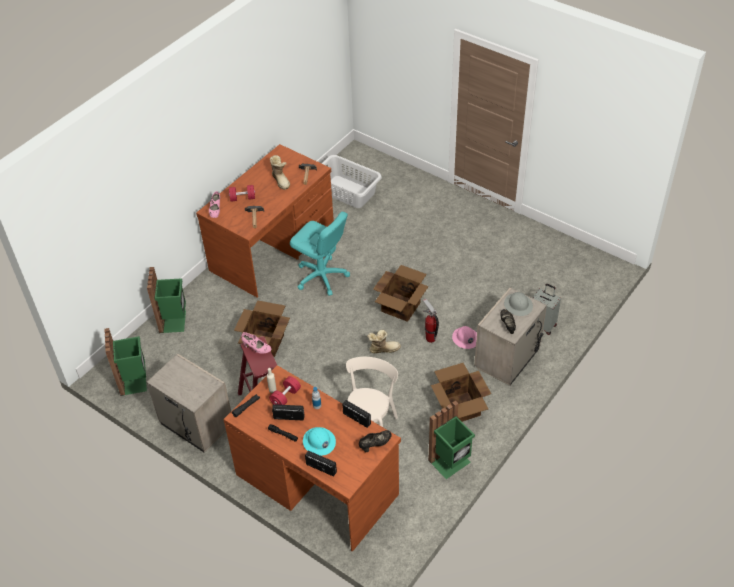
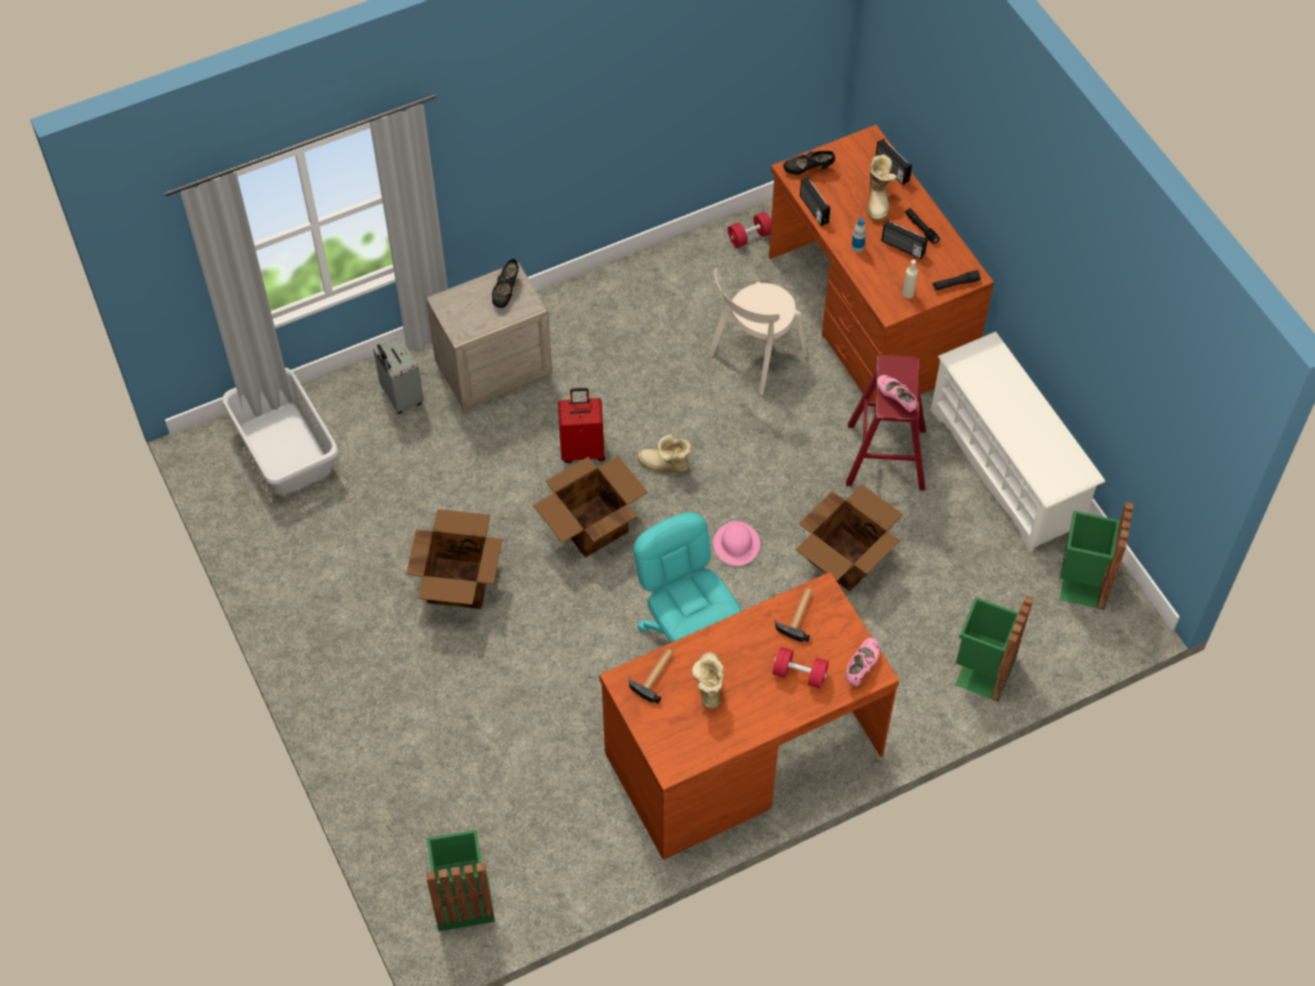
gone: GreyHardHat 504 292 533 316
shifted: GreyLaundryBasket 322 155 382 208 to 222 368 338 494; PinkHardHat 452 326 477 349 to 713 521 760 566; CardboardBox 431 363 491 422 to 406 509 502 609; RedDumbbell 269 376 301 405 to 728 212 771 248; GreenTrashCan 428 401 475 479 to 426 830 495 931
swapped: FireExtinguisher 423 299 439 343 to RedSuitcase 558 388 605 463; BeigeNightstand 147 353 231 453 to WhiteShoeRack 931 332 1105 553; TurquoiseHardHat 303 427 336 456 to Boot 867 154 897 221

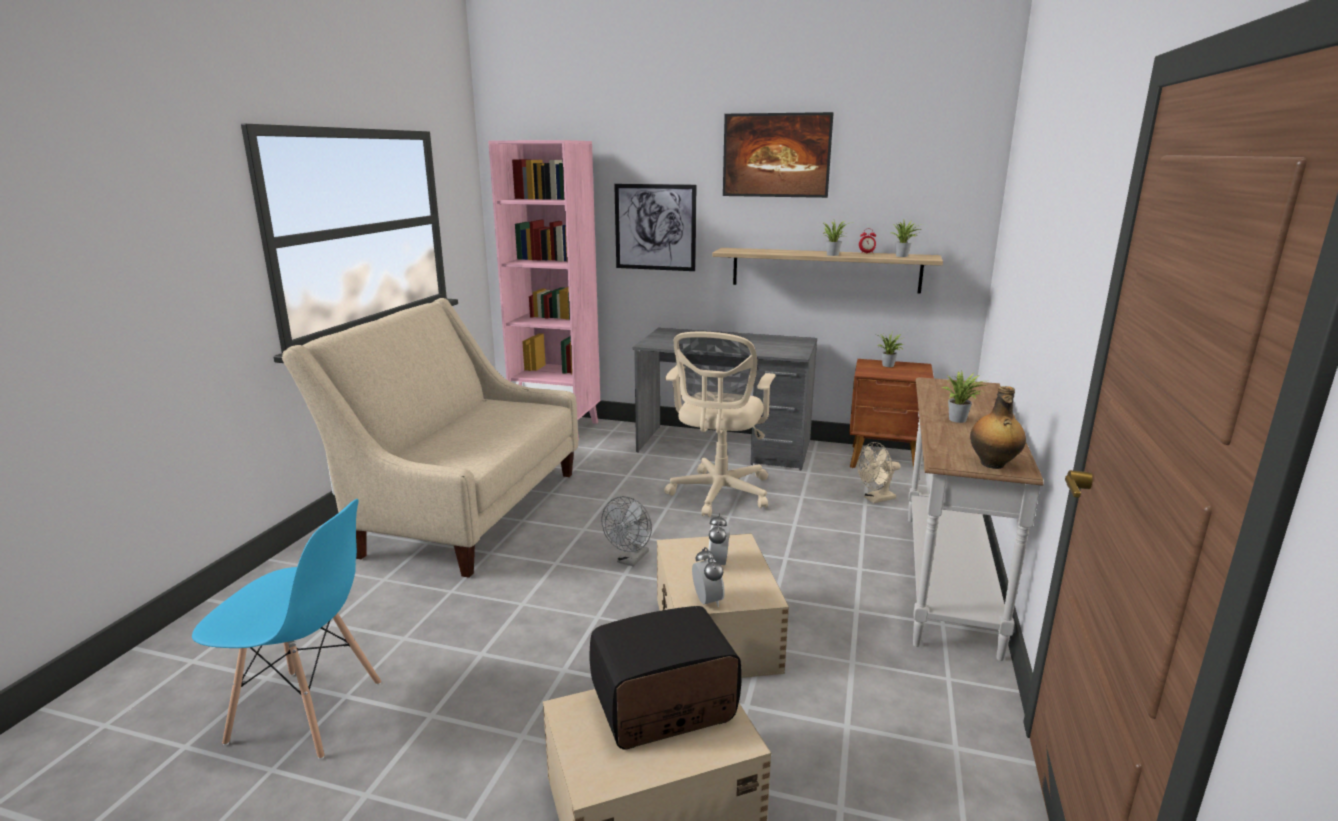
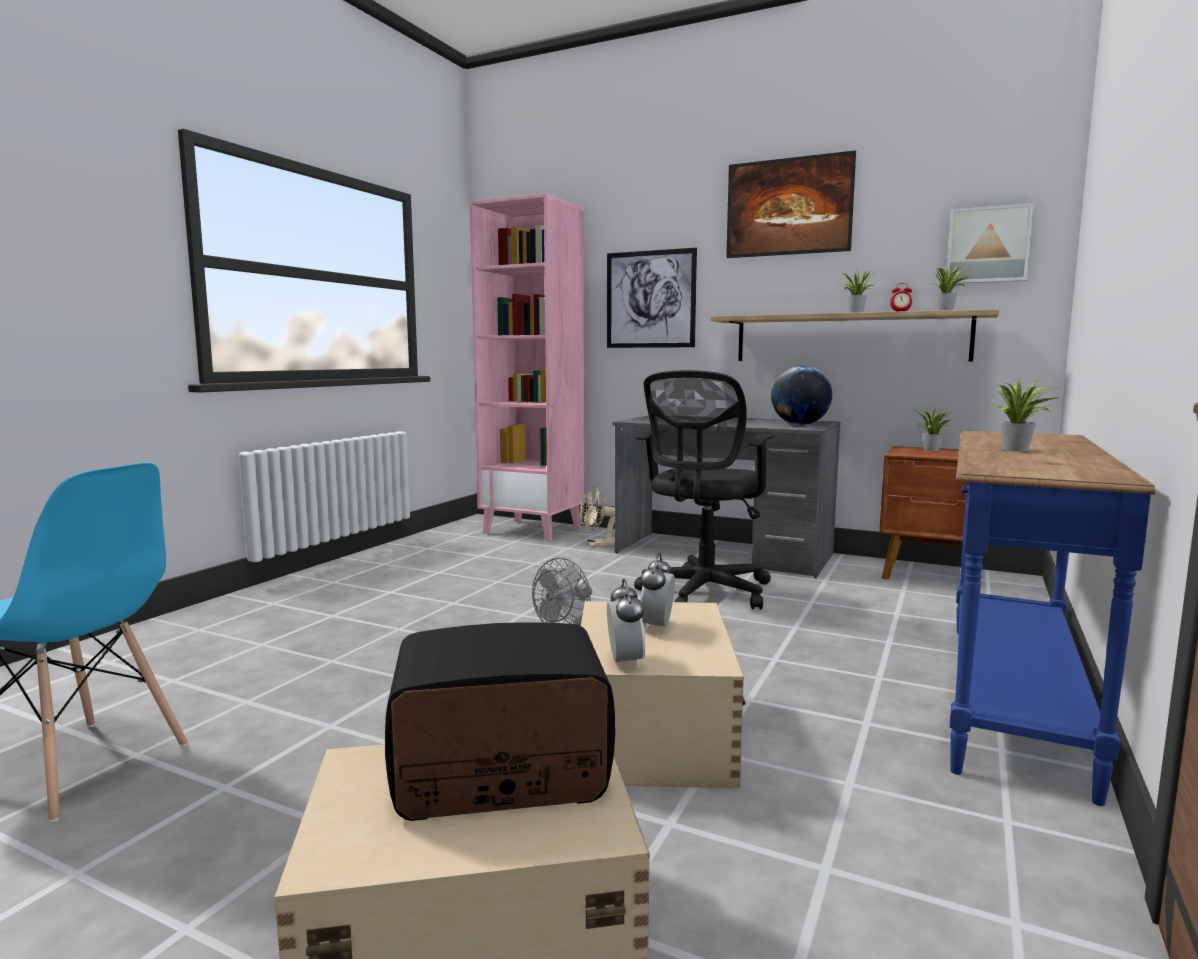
gone: BeigeSofa 282 298 578 578; Bottle 970 386 1026 469
new: Picture 947 203 1034 284; Globe 771 366 832 425
shifted: BeigeFan 857 442 901 503 to 580 486 615 547
repainted: BeigeOfficeChair 664 332 776 517 to BlackOfficeChair 634 370 774 609; WhiteConsoleTable 908 377 1044 661 to BlueConsoleTable 949 431 1155 806

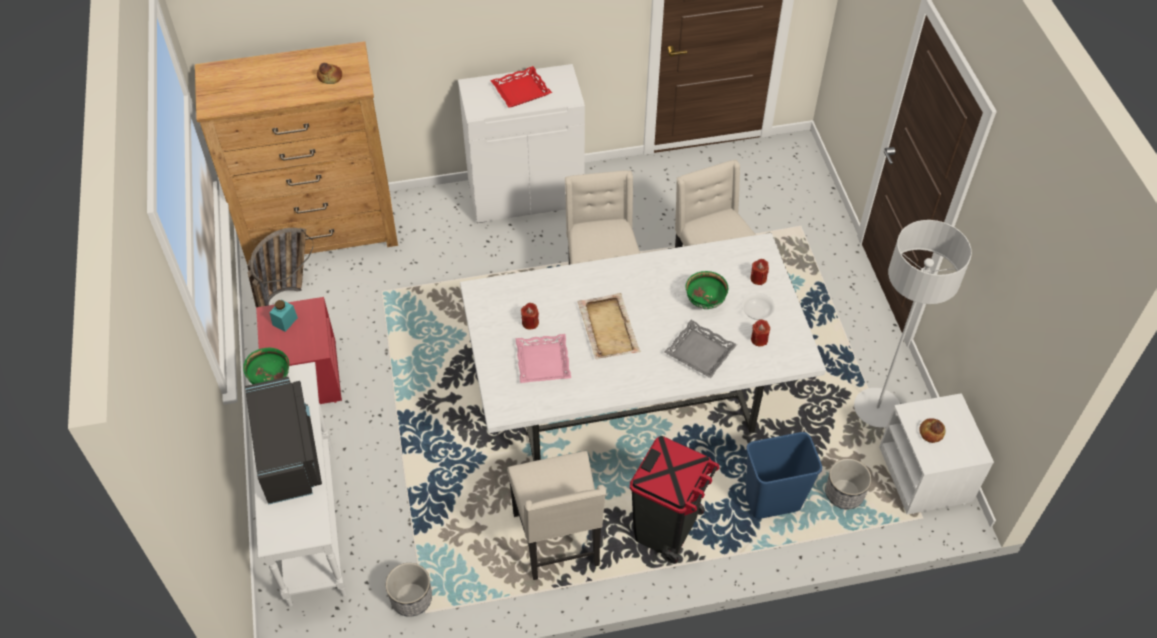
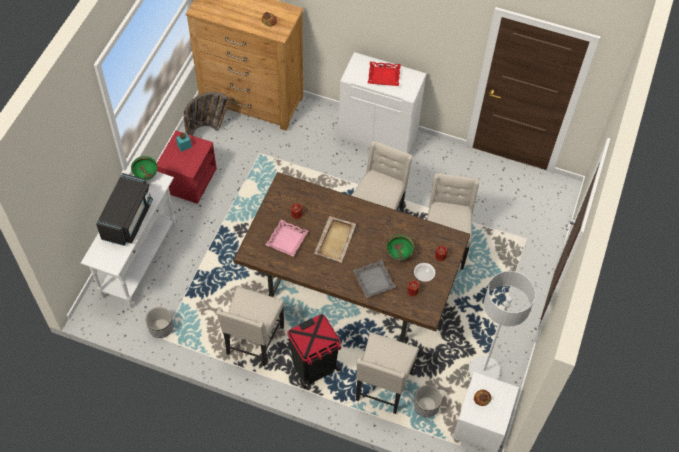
swapped: BlueTrashCan 745 432 822 519 to BeigeChair 356 332 419 414
repainted: WhiteDiningTable 460 233 826 461 to BrownDiningTable 234 172 470 342

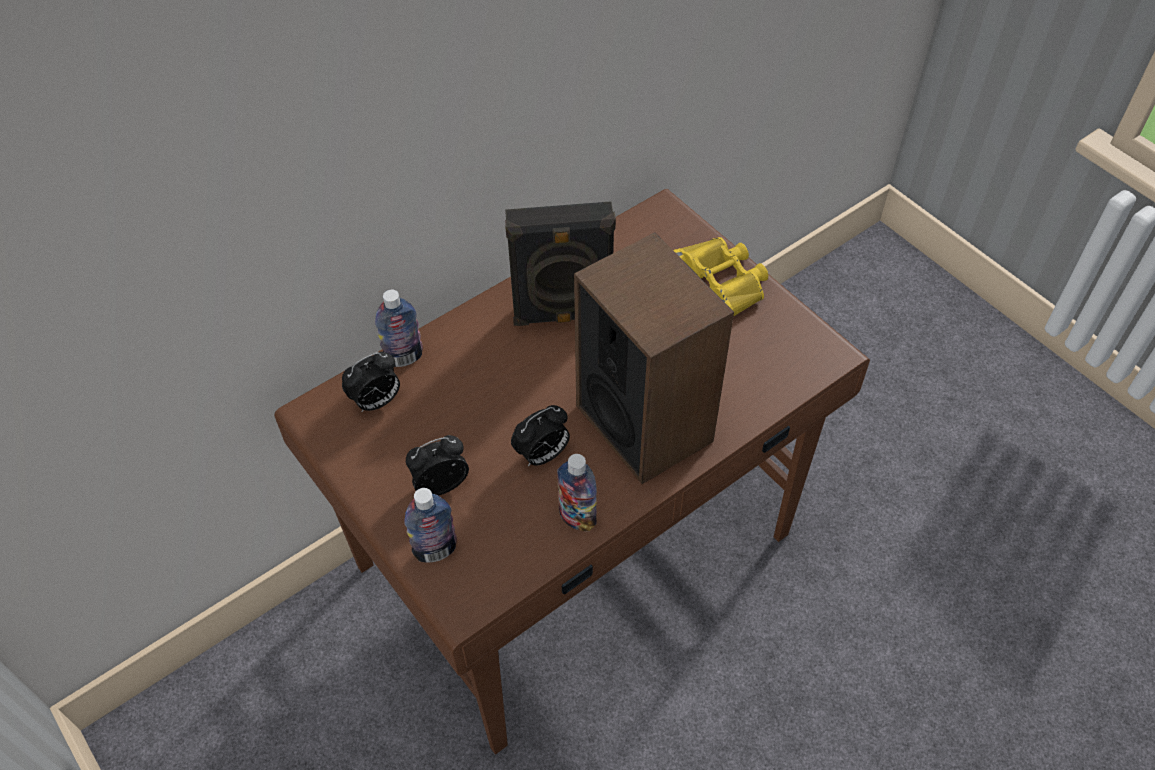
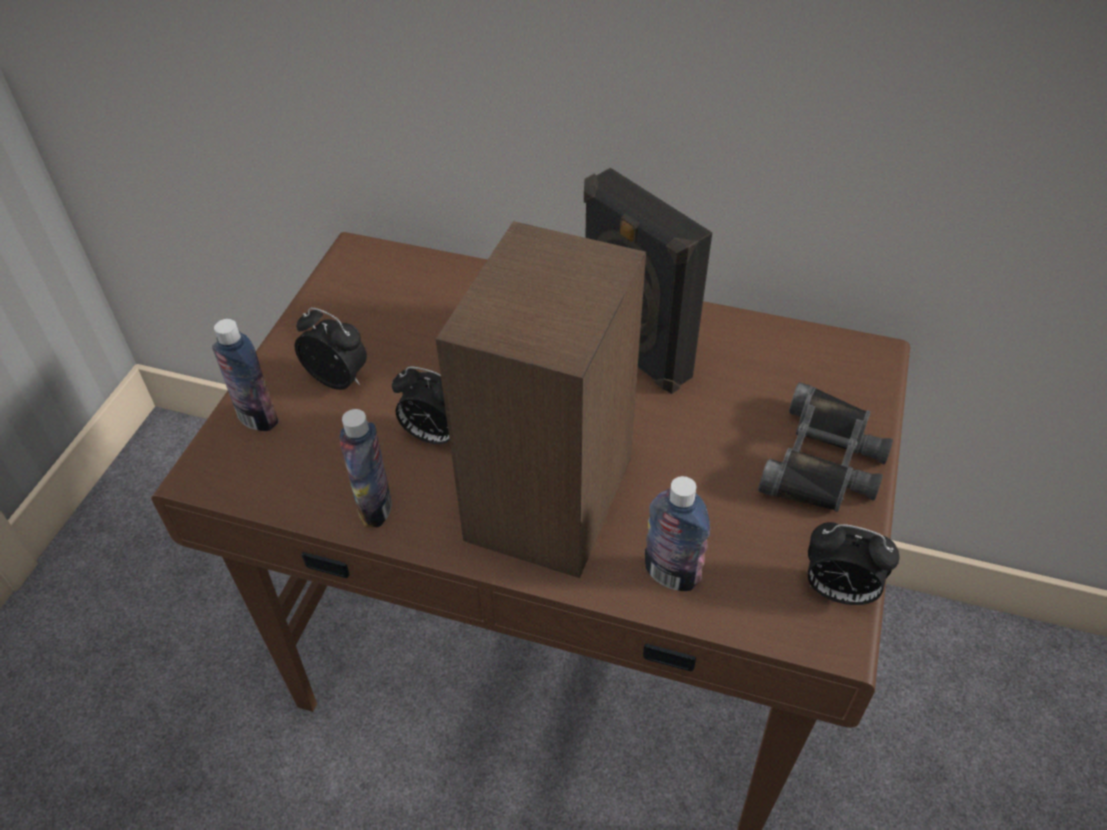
shifted: Bottle 375 290 423 367 to 645 476 710 591; AlarmClock 342 352 400 412 to 808 522 900 605
repainted: YellowBinoculars 673 237 768 317 to BlackBinoculars 758 382 893 512

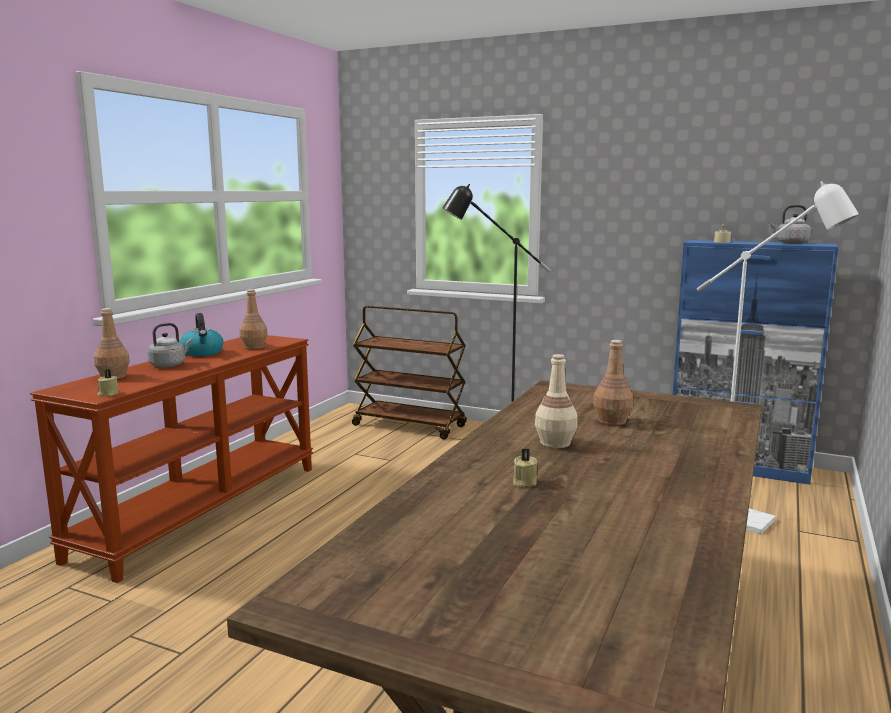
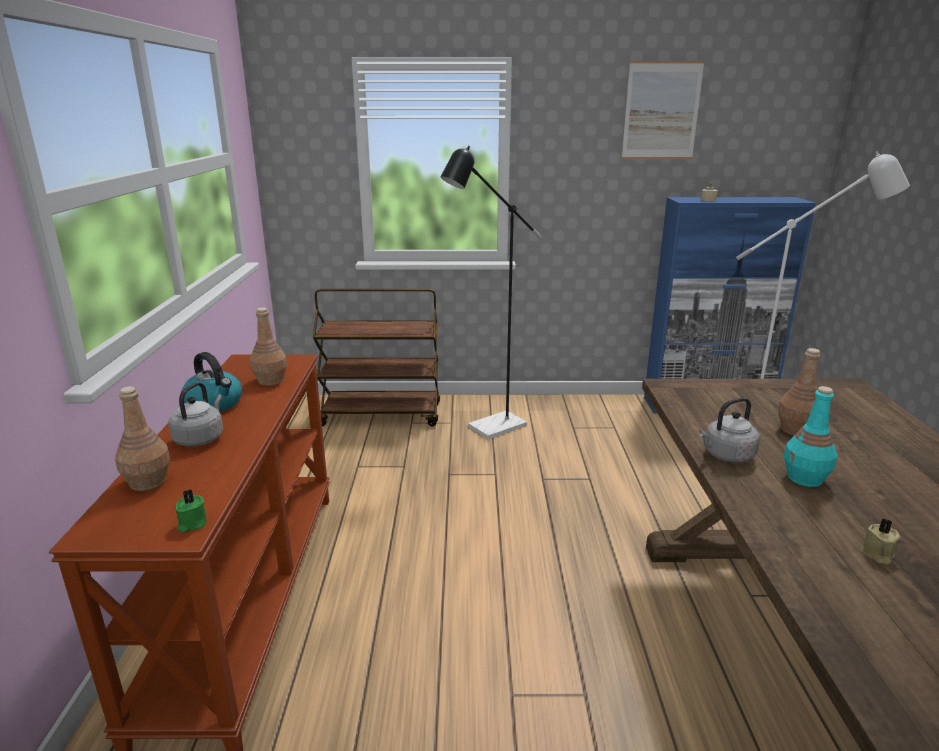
new: Picture 622 61 705 159
shifted: GreyKettle 769 205 811 244 to 698 397 760 463
repainted: BeigeBottle 535 354 578 448 to TurquoiseBottle 784 386 837 487; BeigeCandle 97 369 119 396 to GreenCandle 176 490 207 533

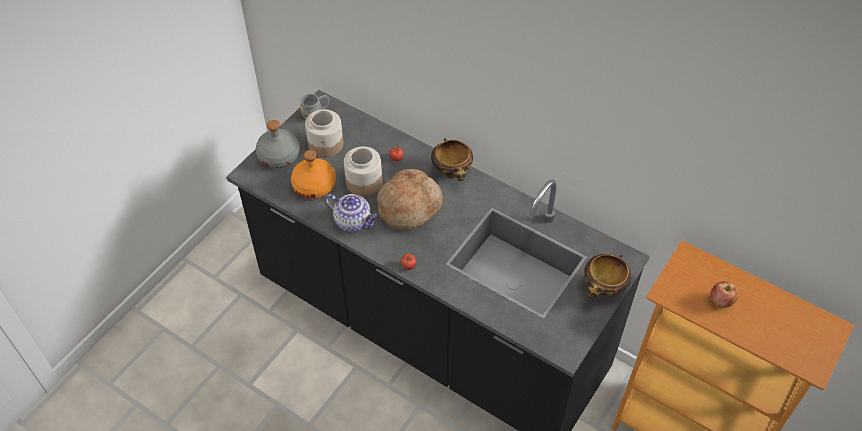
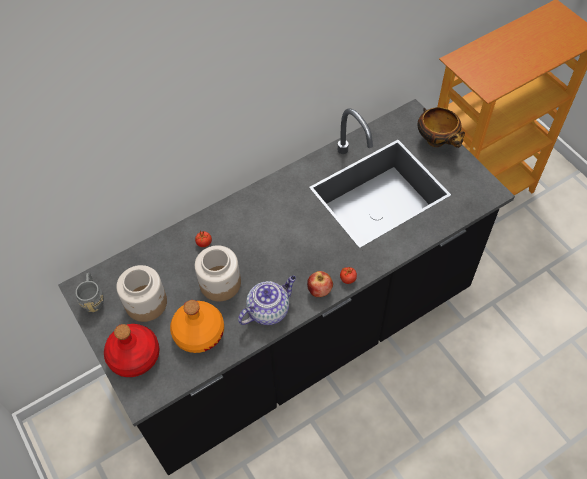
gone: Bowl 431 138 473 181; Bread 377 169 443 230
shifted: Apple 711 281 738 308 to 307 271 333 297
repainted: GreyBottle 256 120 300 168 to RedBottle 104 324 159 377

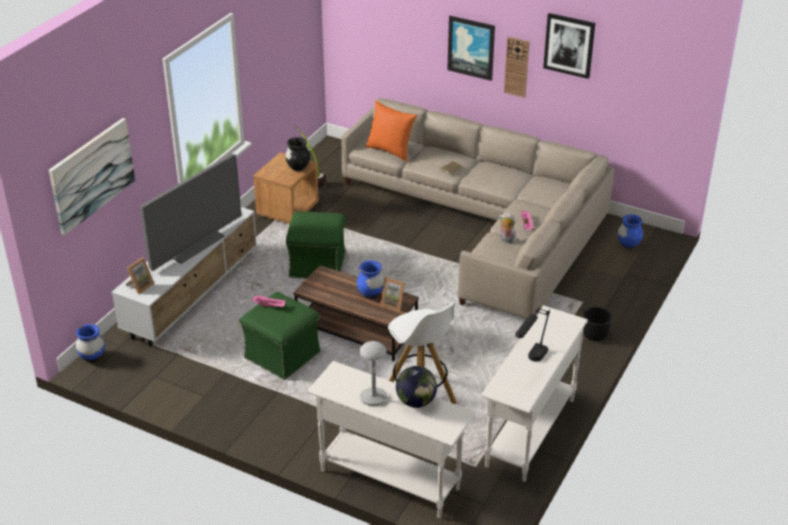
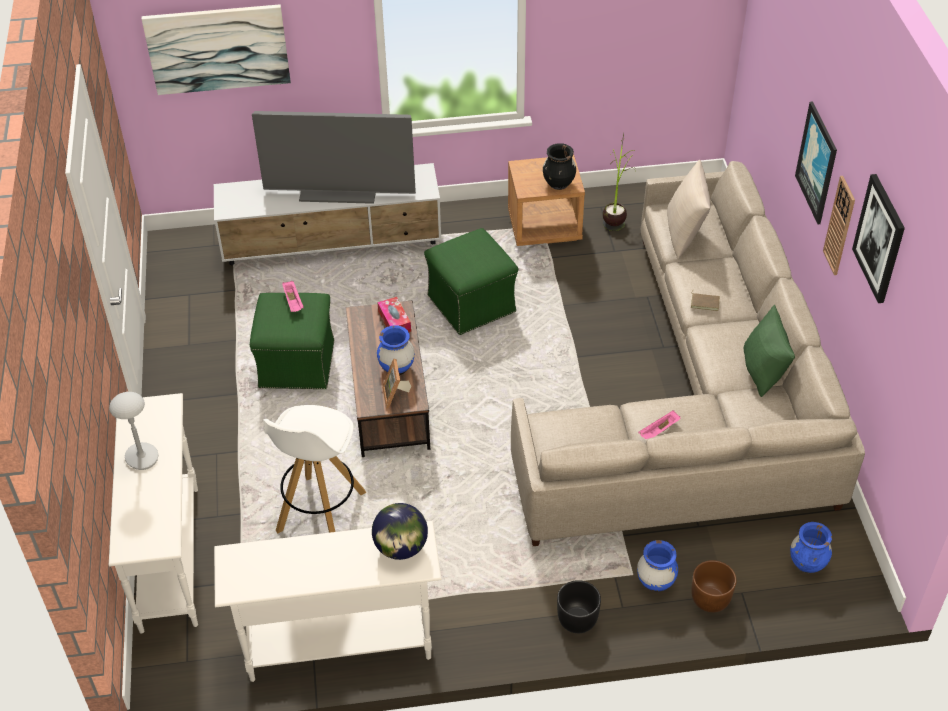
gone: PlushToy 499 213 516 244; PictureFrame 126 257 155 294; BlackTableLamp 515 307 550 361
new: TissueBox 377 297 411 332; GreenPillow 744 305 795 397; BrownPlanter 691 560 737 613
shifted: BlueVase 76 324 105 362 to 637 540 678 592; Globe 396 366 437 408 to 372 503 428 560
repainted: OrangePillow 366 100 417 162 to BeigePillow 667 160 710 260

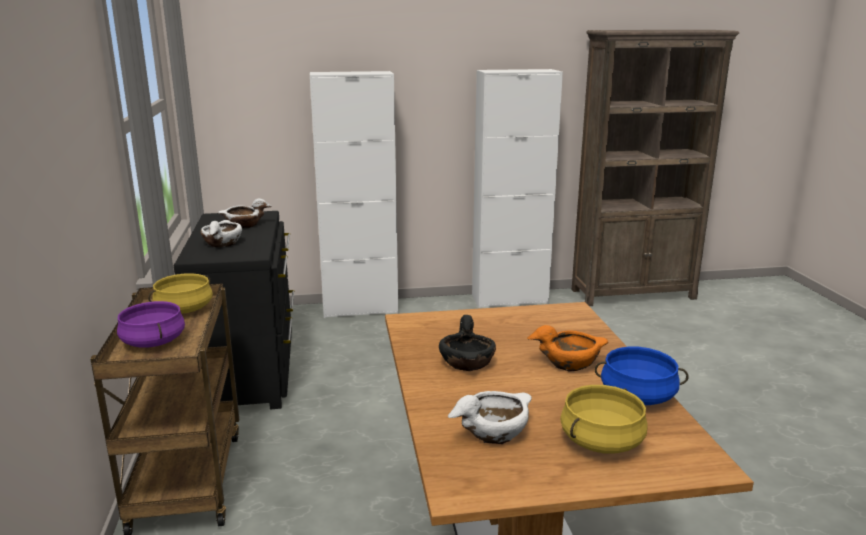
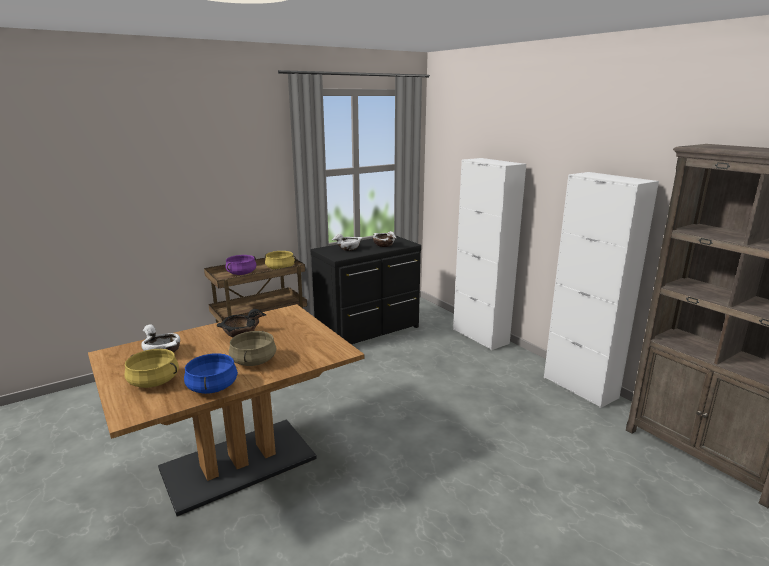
swapped: OrangeBowl 527 325 608 371 to BeigeCookingPot 229 331 277 366

